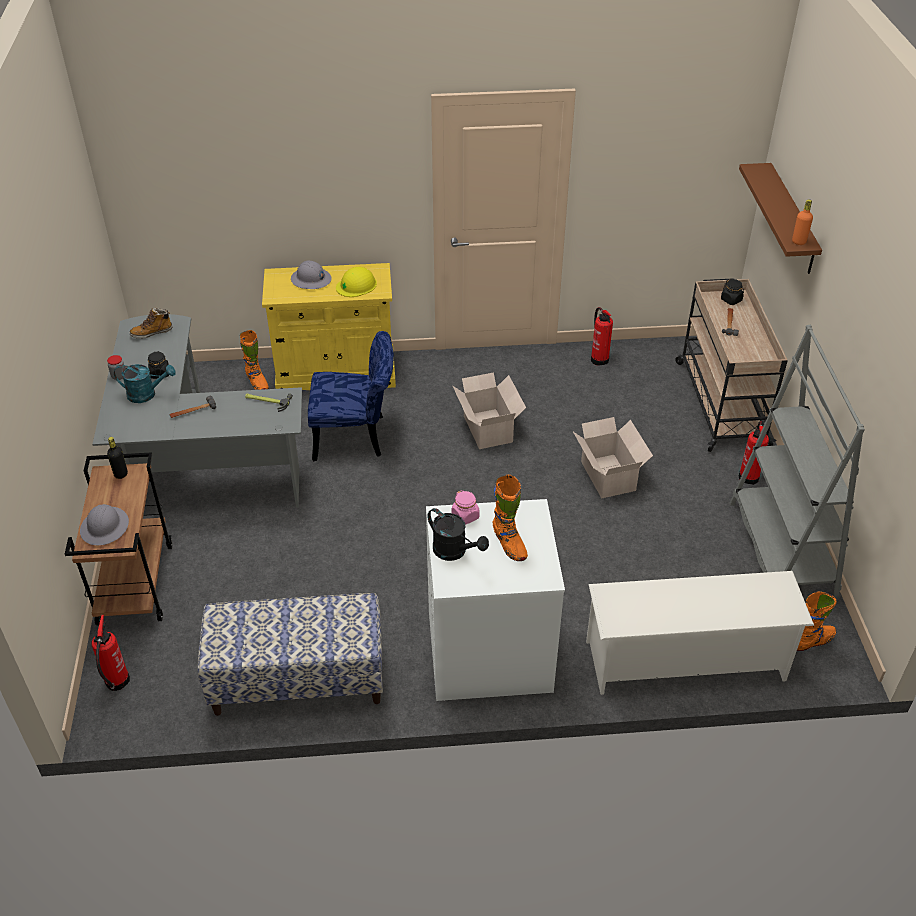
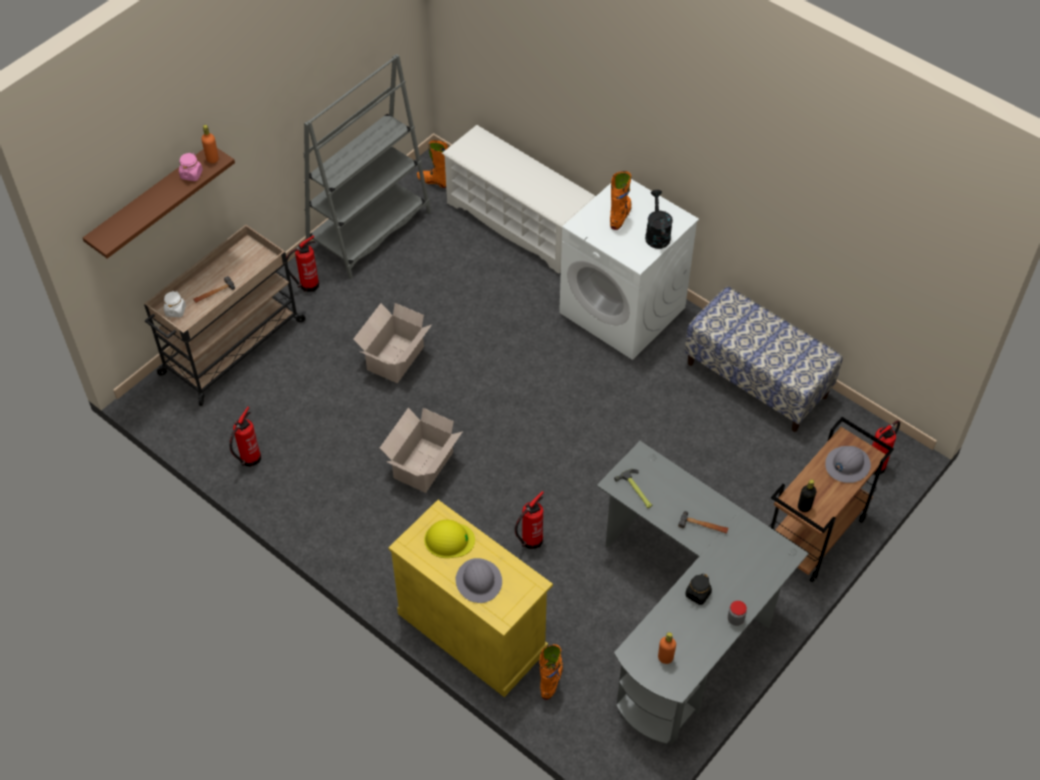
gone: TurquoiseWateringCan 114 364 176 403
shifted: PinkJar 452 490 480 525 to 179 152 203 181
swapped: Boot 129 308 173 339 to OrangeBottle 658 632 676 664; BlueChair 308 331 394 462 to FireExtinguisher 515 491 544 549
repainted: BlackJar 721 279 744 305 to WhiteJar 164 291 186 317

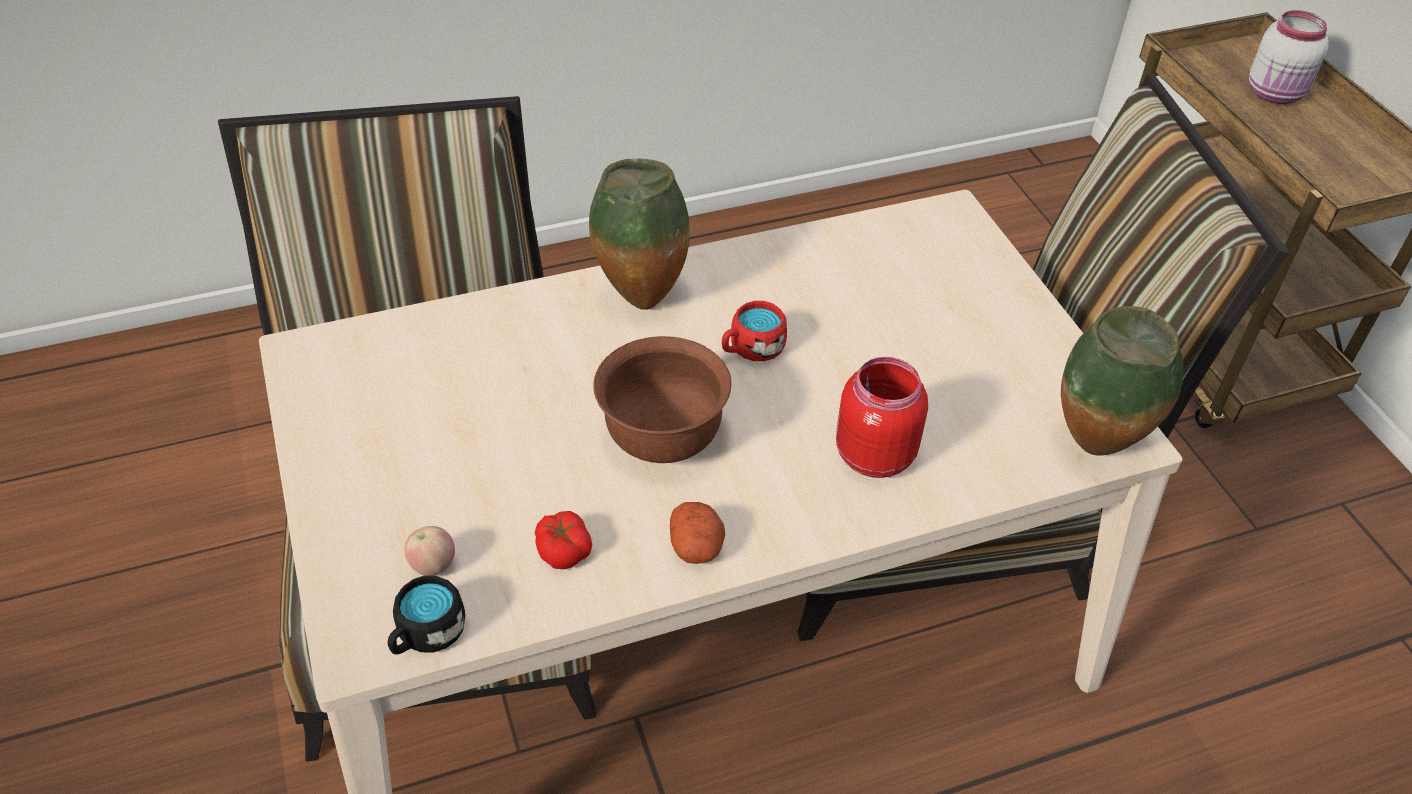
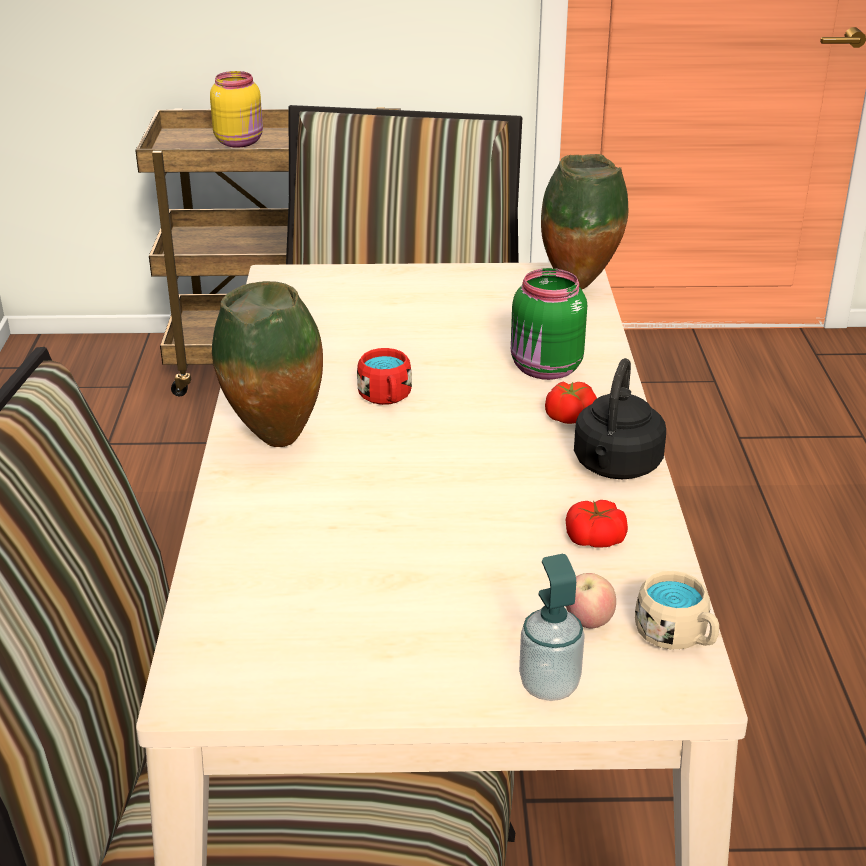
gone: BrownBowl 593 336 731 463
new: Tomato 545 382 597 424; SoapDispenser 519 554 585 701
swapped: Potato 670 502 725 564 to BlackKettle 574 358 666 479
repainted: WhiteJar 1249 10 1328 104 to YellowJar 210 71 263 148; RedJar 836 357 928 478 to GreenJar 511 268 587 380; BlackMug 388 576 465 654 to BeigeMug 635 571 719 650

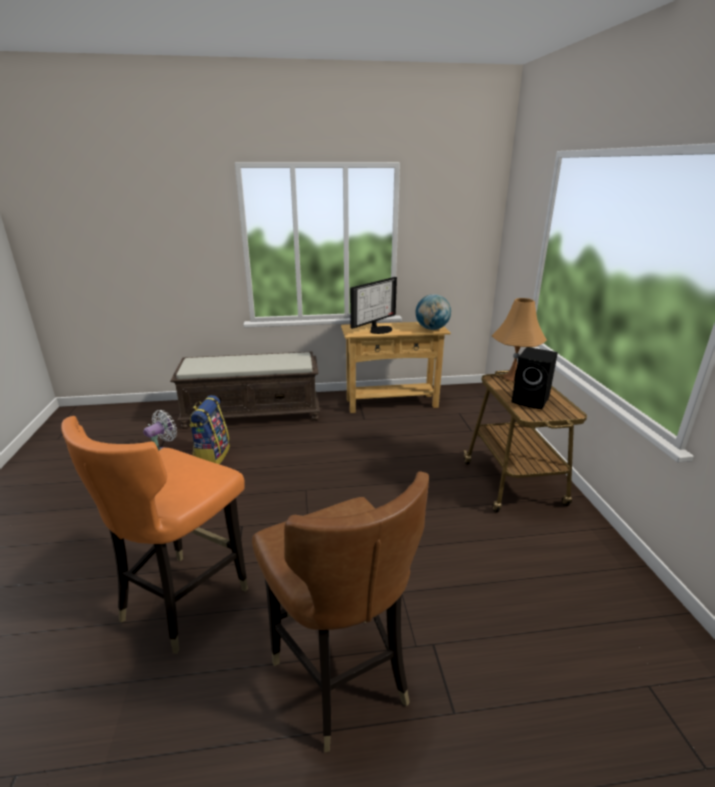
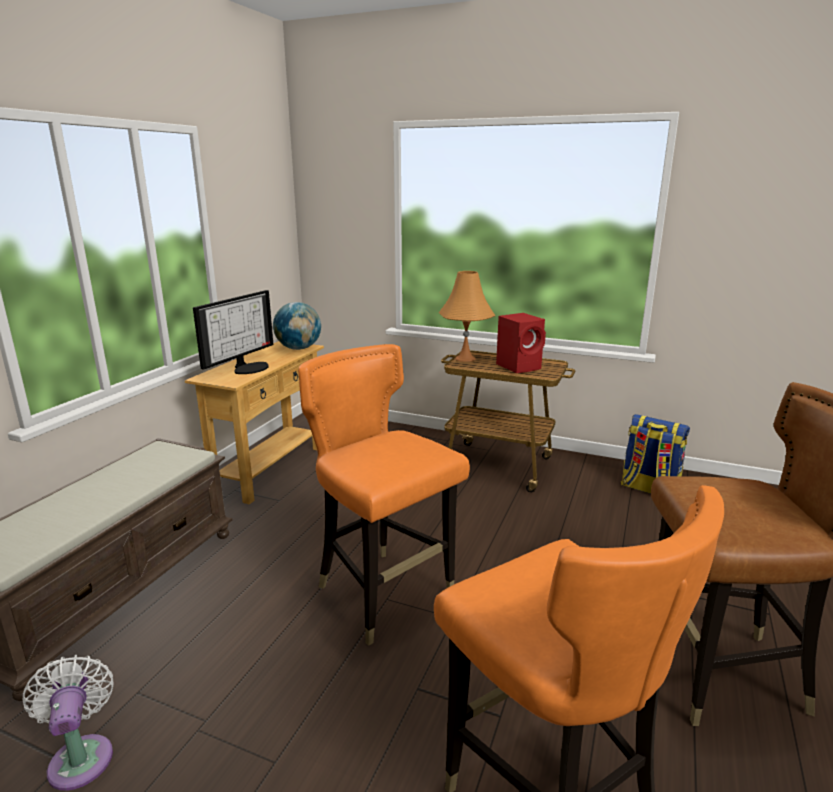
new: OrangeChair 298 344 470 646
shifted: Backpack 189 395 230 464 to 621 414 690 494
repainted: BlackSpeaker 511 347 558 409 to RedSpeaker 496 313 546 373
rotated: Monitor 350 277 397 334 = 193 290 273 374 45 degrees clockwise

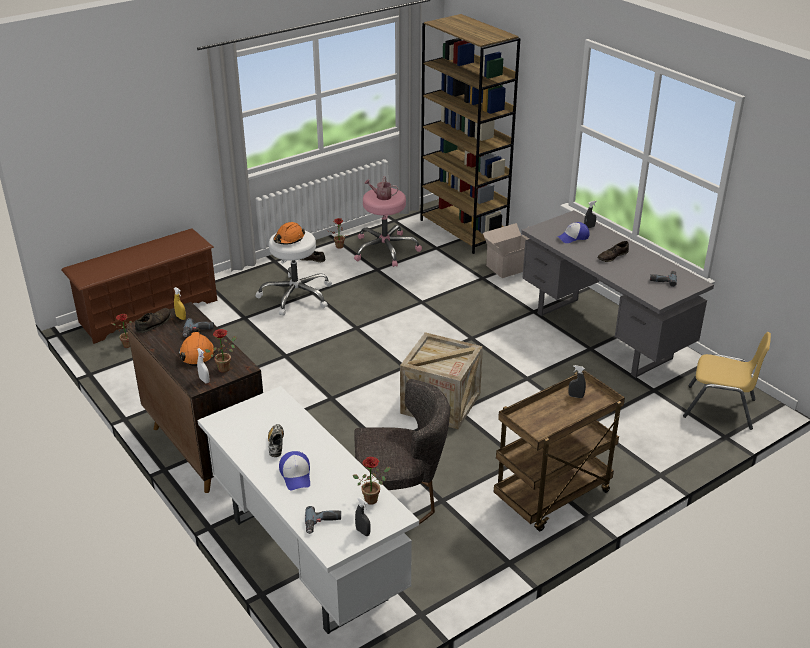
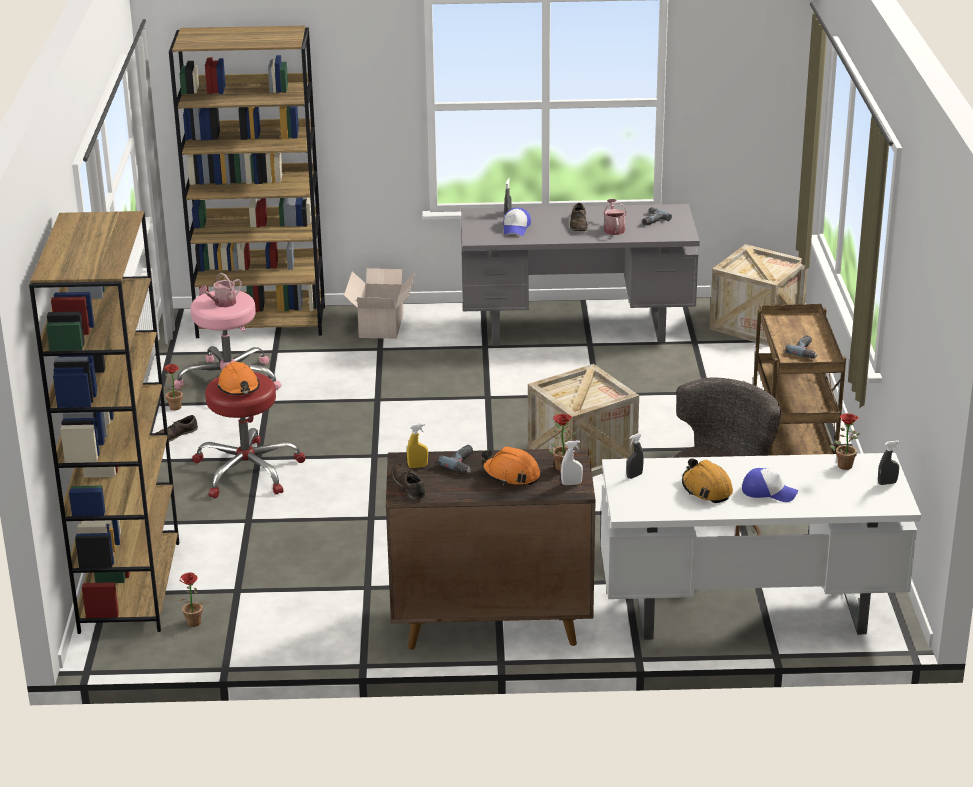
new: WateringCan 603 199 627 235
shifted: GreySprayBottle 568 365 586 398 to 626 433 644 479; PowerDrill 305 506 341 534 to 785 335 817 359
swapped: BrownShoeRack 61 228 217 344 to BrownBookcase 29 211 179 634; YellowChair 683 332 771 430 to Crate 709 244 808 346; Shoe 268 424 284 457 to OrangeHardHat 682 458 733 503
repainted: WhiteStool 256 231 332 316 to RedStool 192 372 306 498

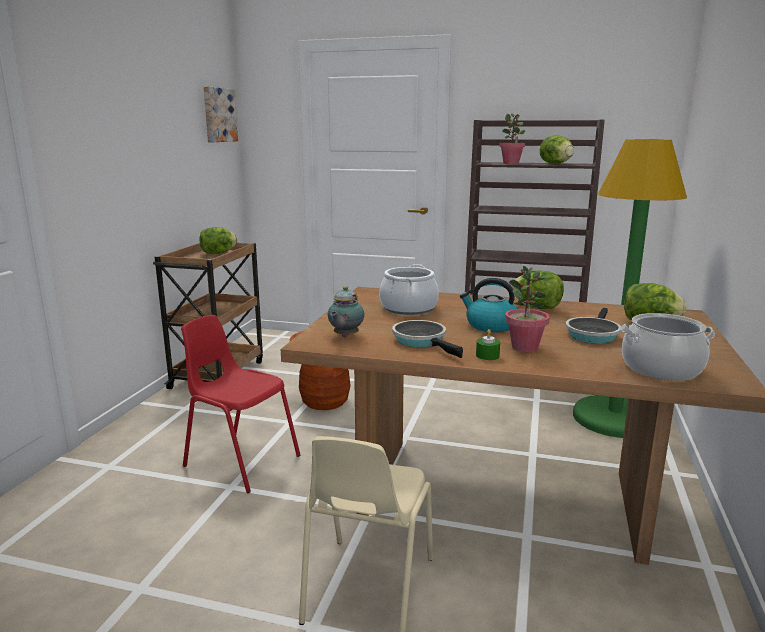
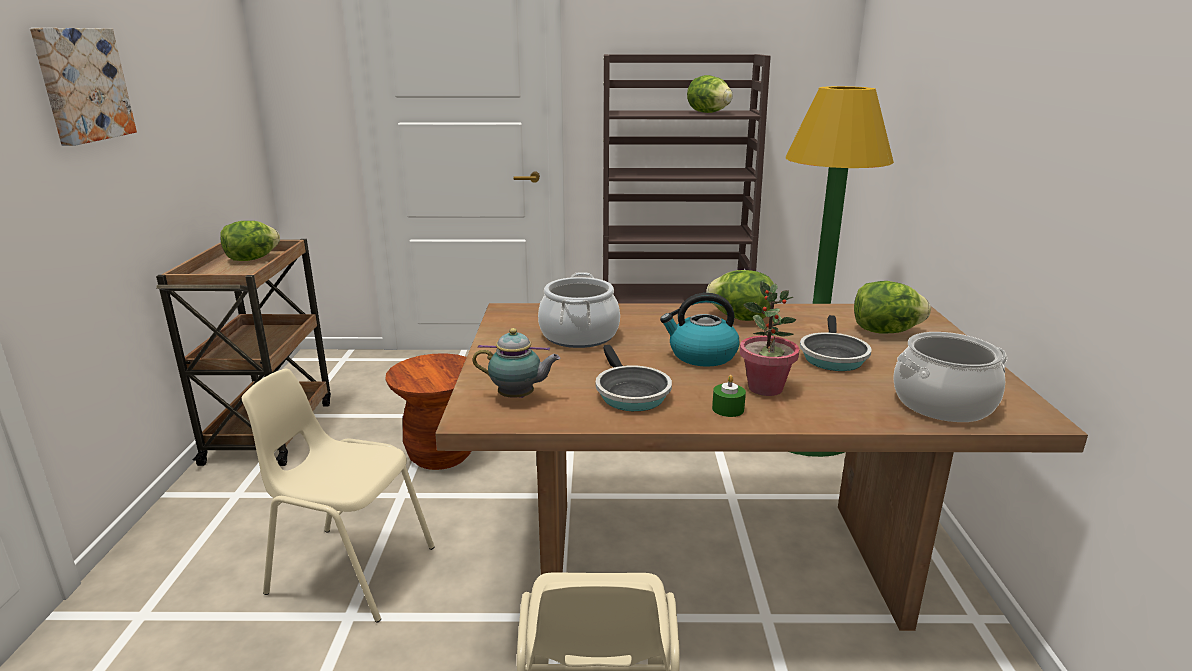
gone: PottedPlant 499 113 526 164
shifted: Picture 203 86 238 142 to 30 28 137 146
repainted: RedChair 181 315 300 493 to BeigeChair 242 369 435 623
rotated: Teapot 328 286 364 337 = 473 328 561 398 90 degrees counterclockwise; FryingPan 392 320 463 358 = 595 345 672 411 150 degrees counterclockwise

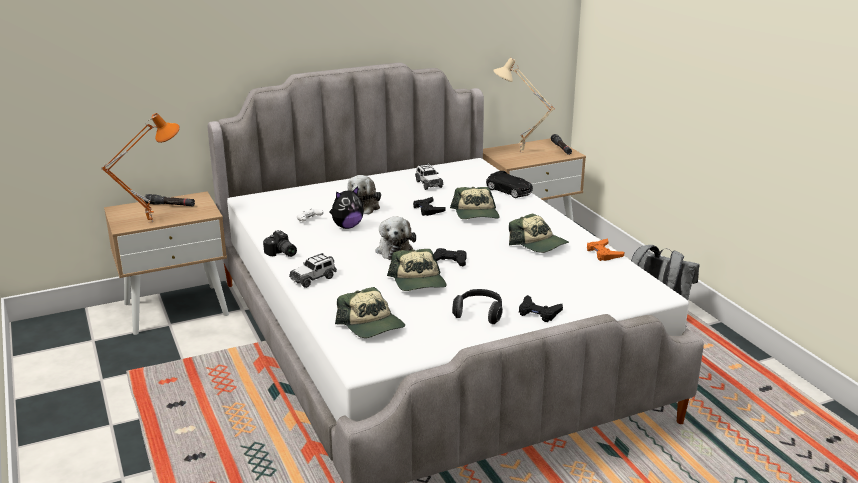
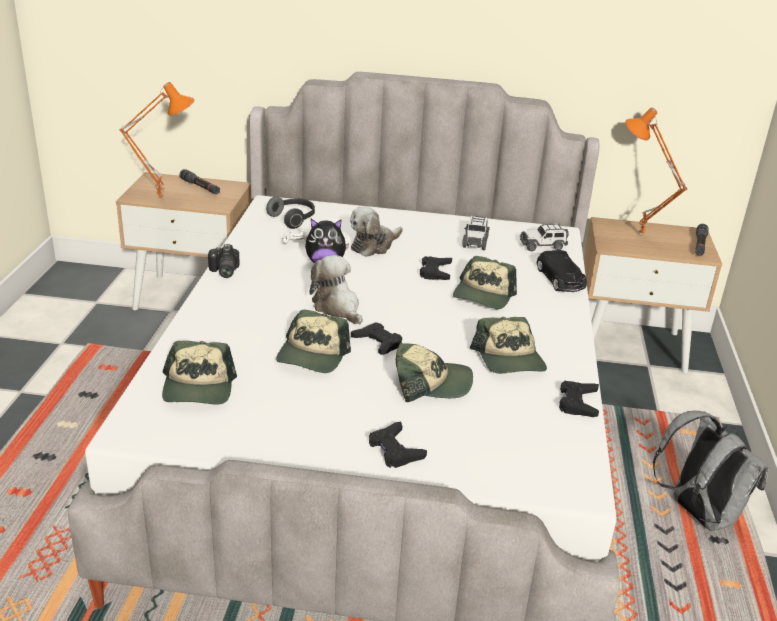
new: Cap 396 343 473 402
shifted: ToyCar 289 253 337 288 to 520 224 568 251; Headphones 452 289 503 324 to 266 196 315 229
repainted: BeigeTableLamp 493 58 555 153 to OrangeTableLamp 625 107 687 237; OrangeGameController 587 239 625 261 to BlackGameController 559 381 599 417
rotated: PlushToy 375 216 416 260 = 309 255 363 324 120 degrees clockwise

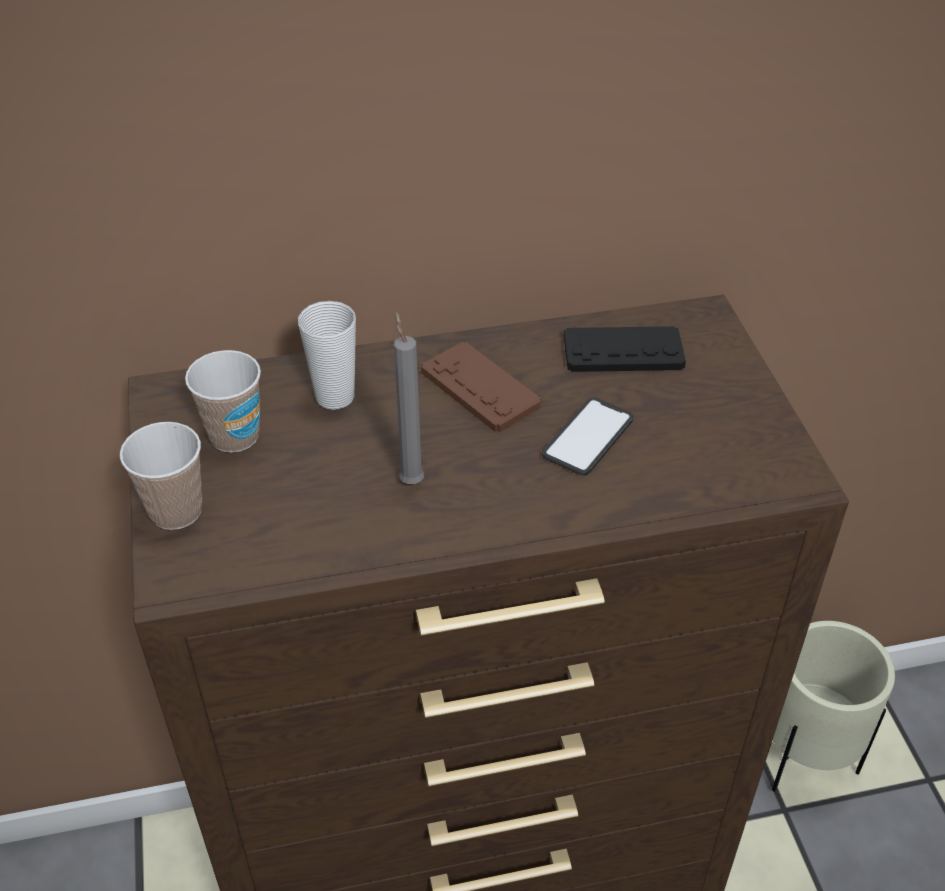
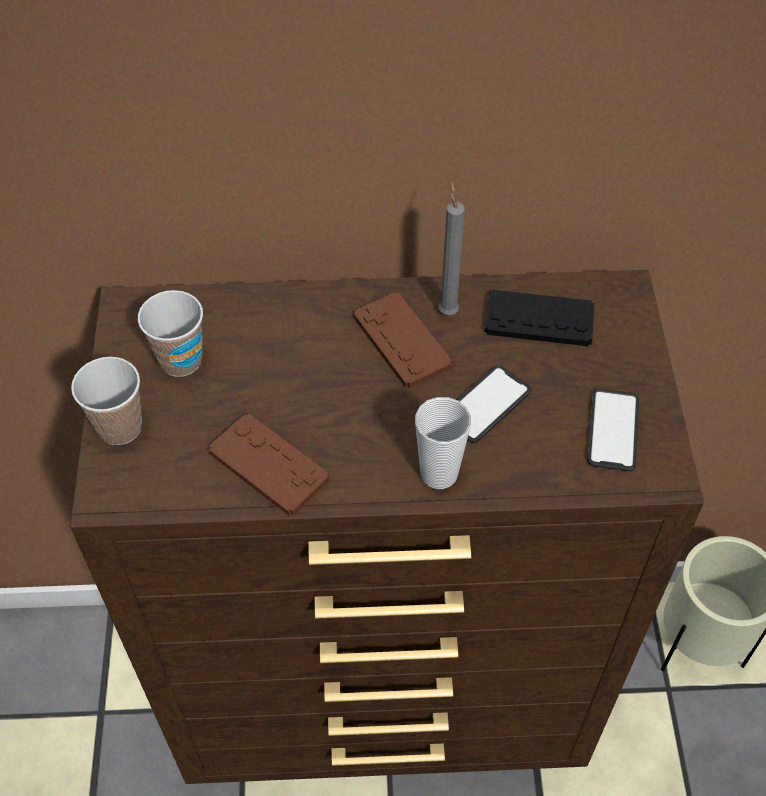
new: Phone 587 389 639 471; BrownGameController 209 414 329 516
shifted: Cup 298 301 356 410 to 415 397 471 489; GreyCandle 394 311 424 484 to 439 182 465 315

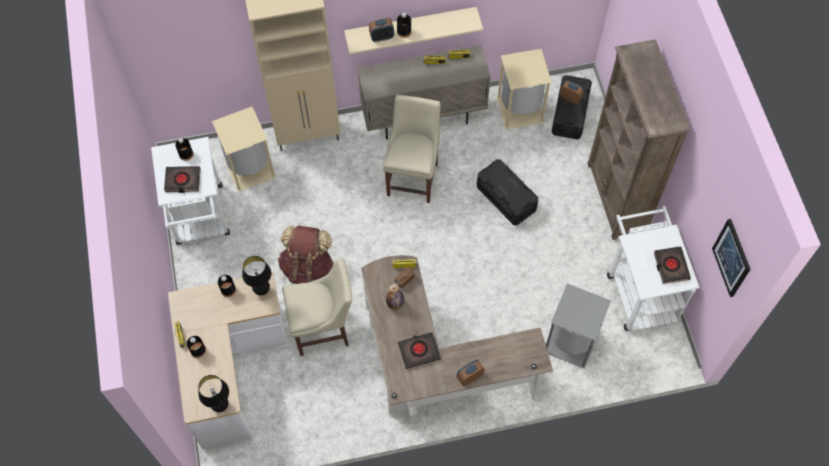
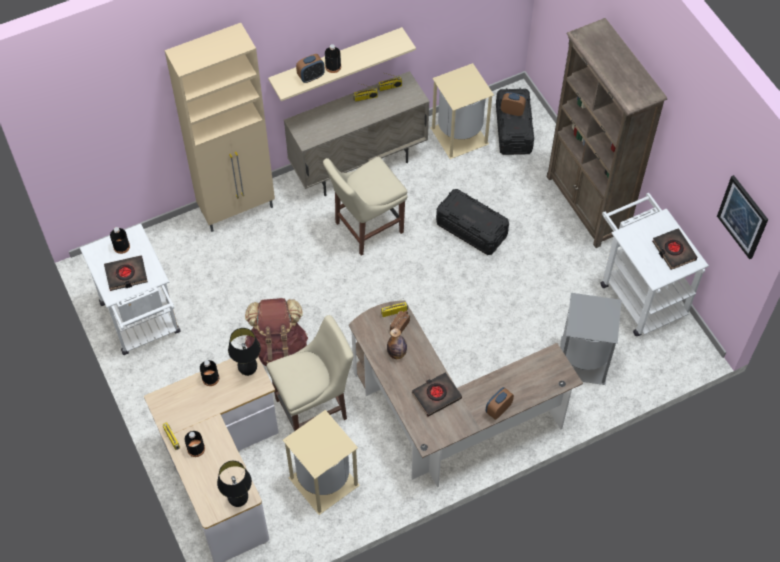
shifted: BeigeTrashCan 212 107 276 192 to 283 410 360 515
rotated: BeigeChair 383 95 441 203 = 323 157 407 256 120 degrees counterclockwise

